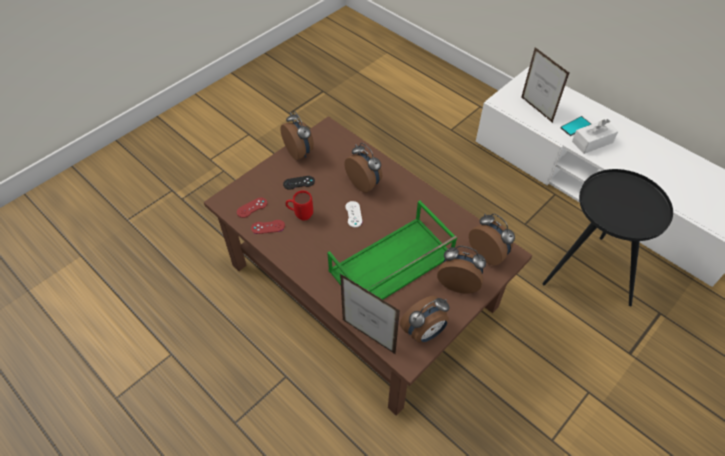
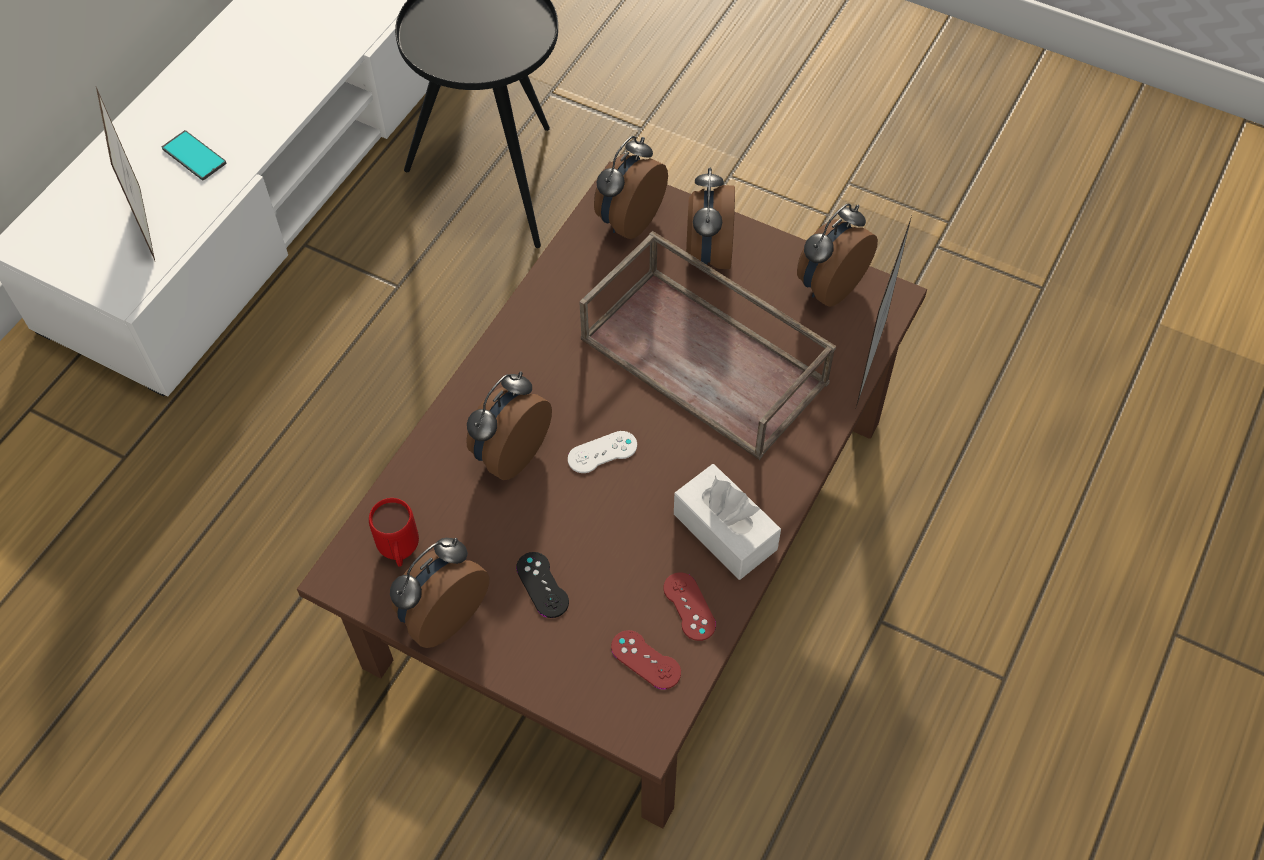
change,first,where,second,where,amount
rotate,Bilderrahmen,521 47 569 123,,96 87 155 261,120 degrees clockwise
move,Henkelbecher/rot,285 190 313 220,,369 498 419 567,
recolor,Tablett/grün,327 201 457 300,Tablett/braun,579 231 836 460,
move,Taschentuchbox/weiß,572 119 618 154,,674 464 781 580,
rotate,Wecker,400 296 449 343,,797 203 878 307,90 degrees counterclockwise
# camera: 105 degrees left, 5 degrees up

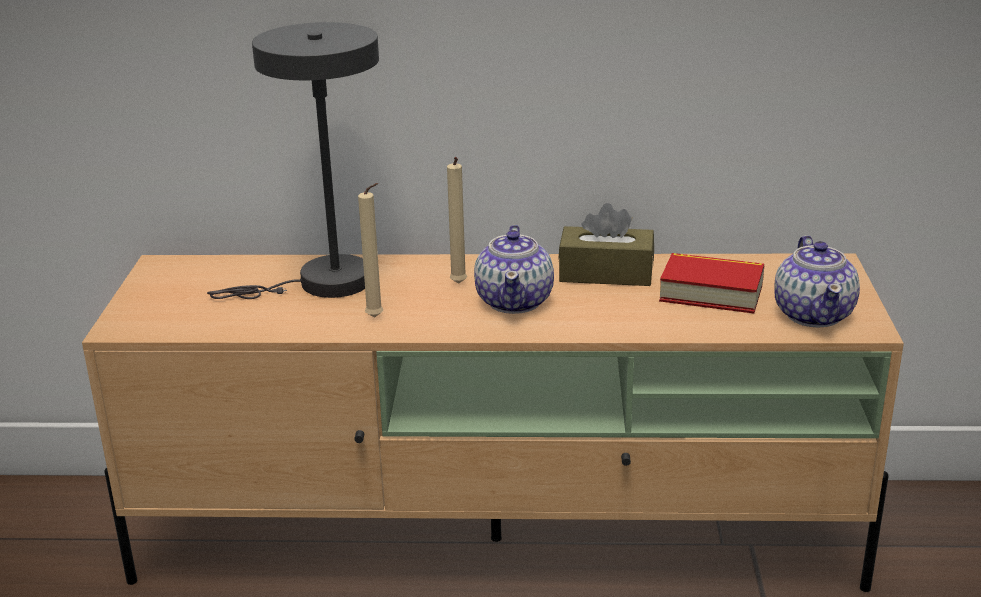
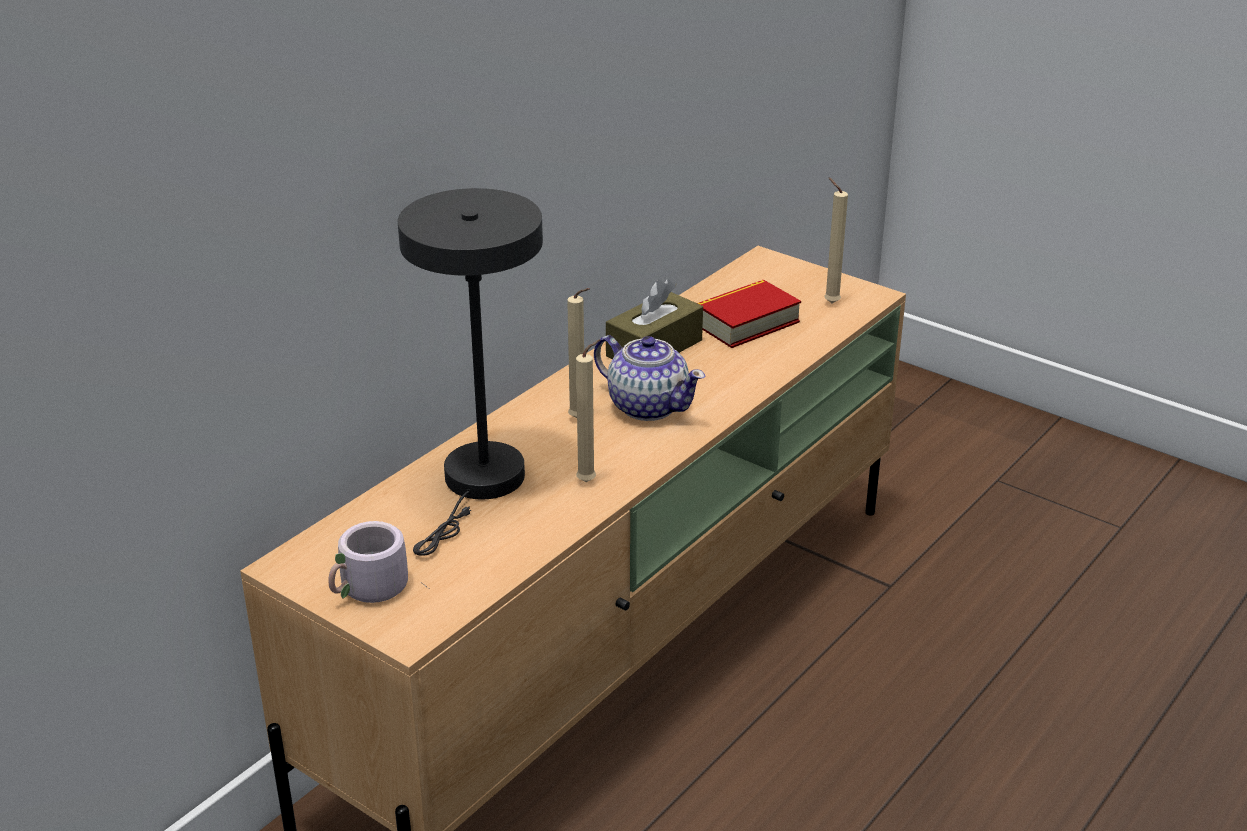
change,first,where,second,where,amount
insert,,,Henkelbecher/grau,328 521 428 603,
replace,Teekanne,774 235 860 327,Kerze/beige,824 178 848 303,
# camera: 55 degrees left, 5 degrees up

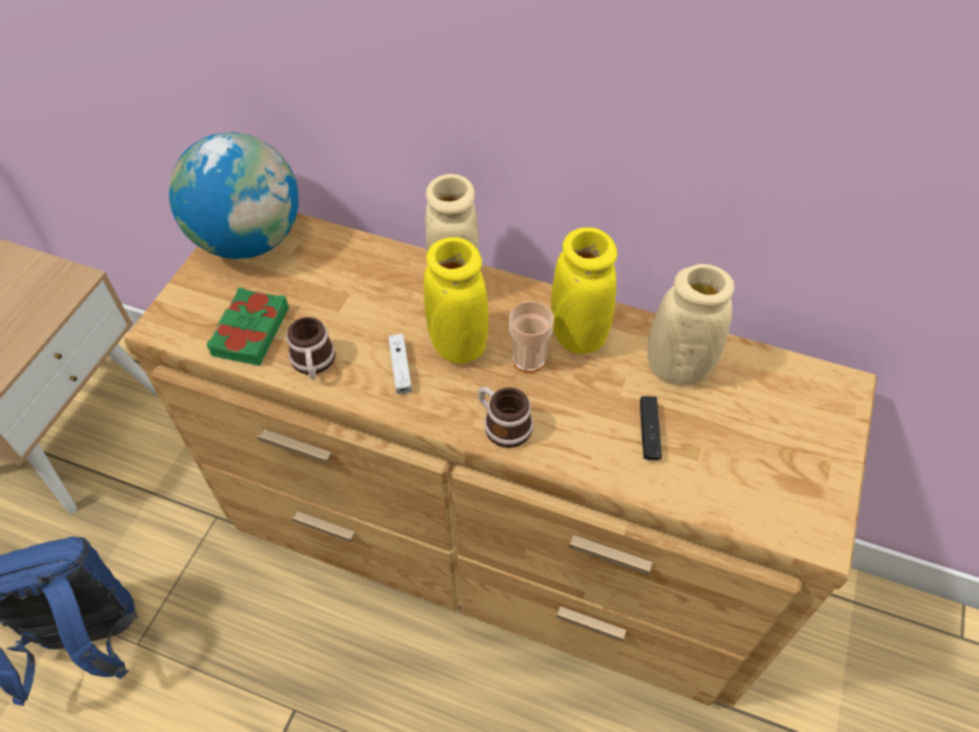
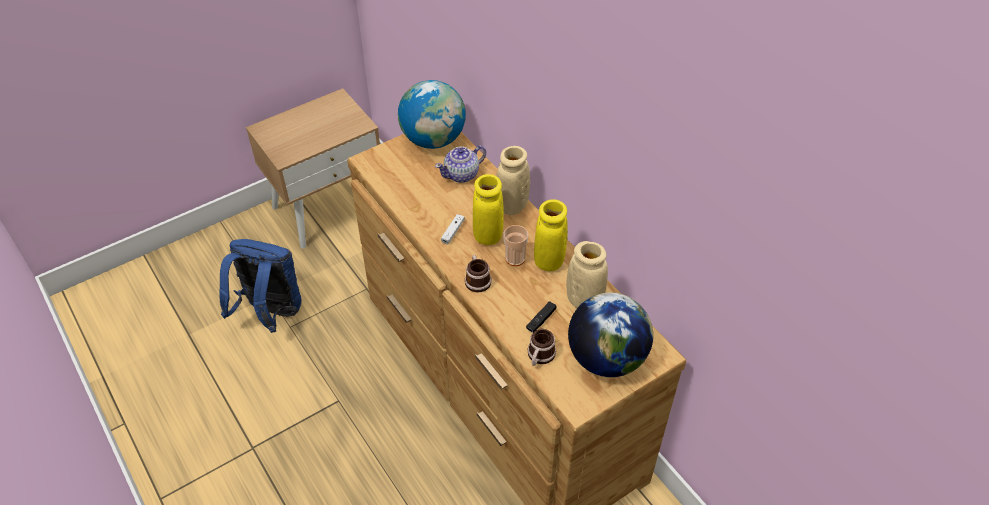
change,first,where,second,where,amount
insert,,,Teekanne,435 145 486 183,
move,Henkelbecher,286 317 336 379,,528 329 556 366,
insert,,,Globus,568 292 653 377,
delete,Buch/grün,206 287 289 366,,,
# camera: 35 degrees right, 5 degrees down

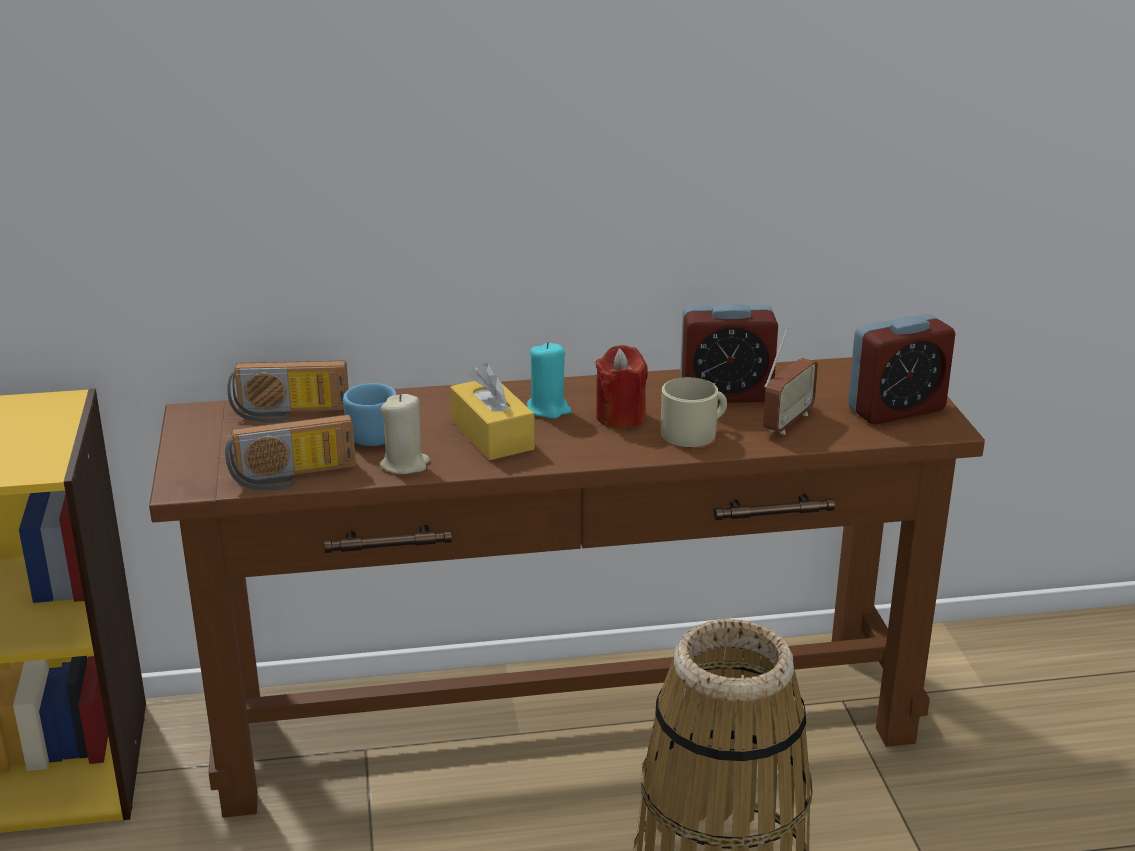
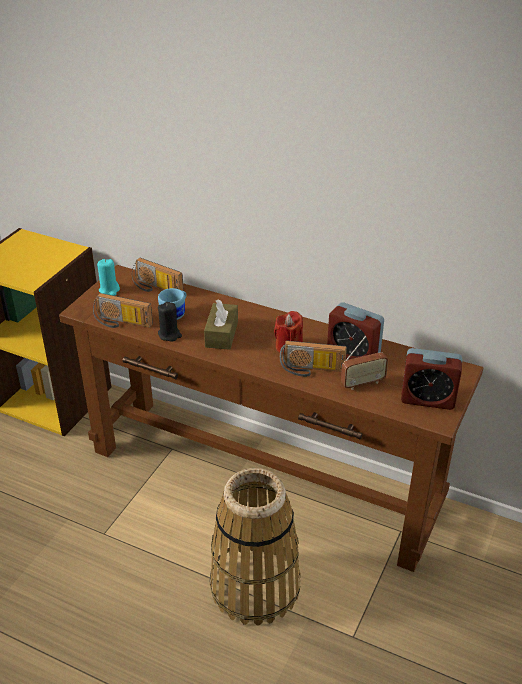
change,first,where,second,where,amount
move,Kerze/türkis,527 342 572 419,,97 259 120 296,
recolor,Kerze/beige,380 394 430 474,Kerze/schwarz,158 302 182 342,
recolor,Taschentuchbox/gelb,450 363 535 460,Taschentuchbox/braun,204 299 238 350,
replace,Henkelbecher/beige,661 377 727 447,Radio,280 341 347 377,
# camera: 35 degrees right, 10 degrees up

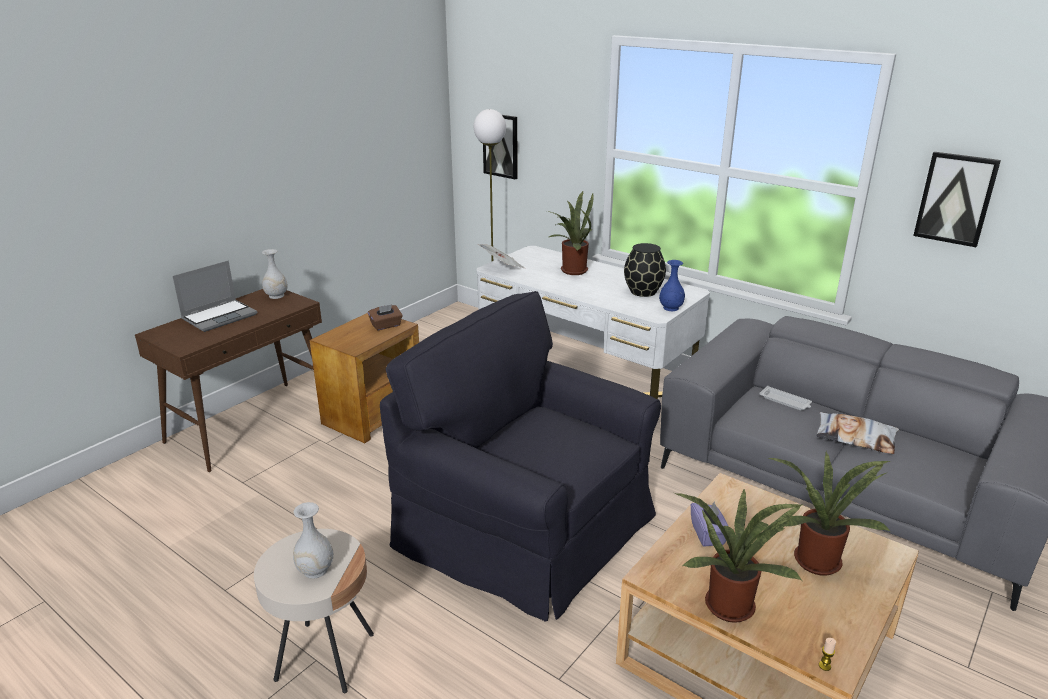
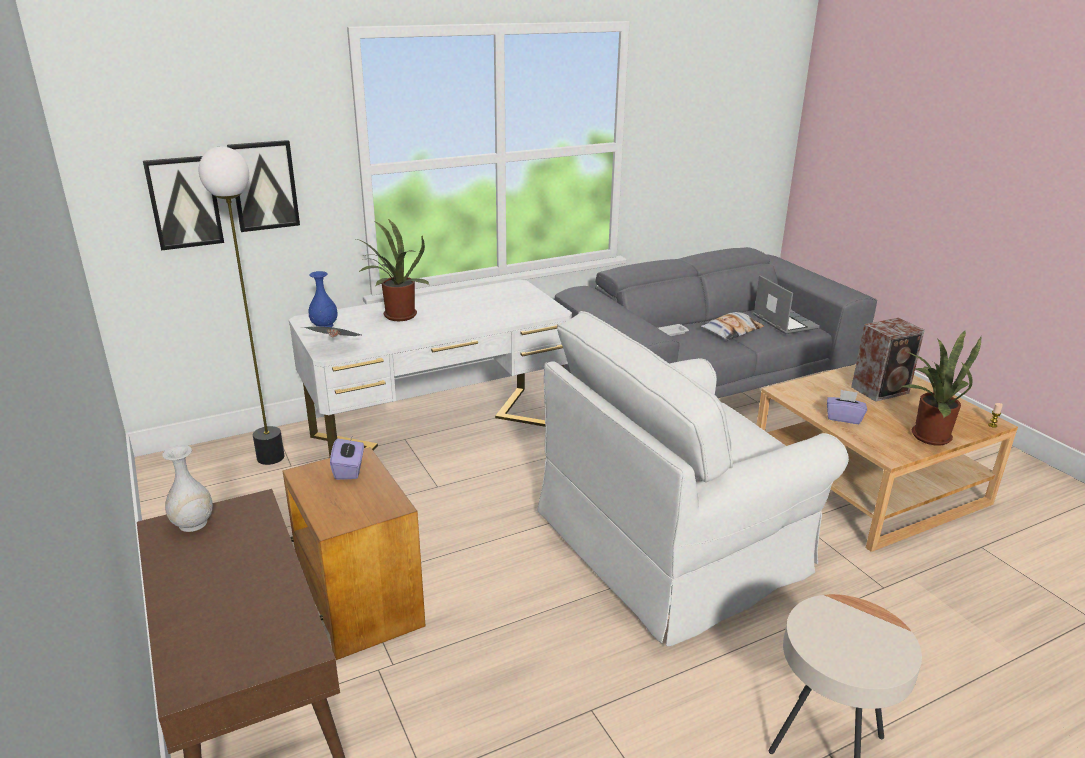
change,first,where,second,where,amount
move,Bild,913 152 1001 247,,227 140 300 232,
move,Vase/blau,659 260 685 311,,309 271 338 327,
recolor,Taschentuchbox/braun,368 305 403 330,Taschentuchbox/lila,330 438 364 480,
recolor,Sessel/schwarz,380 291 661 622,Sessel/weiß,537 311 849 647,
move,Laptop,173 261 257 332,,753 275 820 334,
replace,Topfpflanze,769 451 892 576,Lautsprecher,851 318 925 402,
delete,Vase/weiß,293 502 334 579,,,
delete,Vase/schwarz,624 243 666 297,,,
# camera: 65 degrees left, 0 degrees up

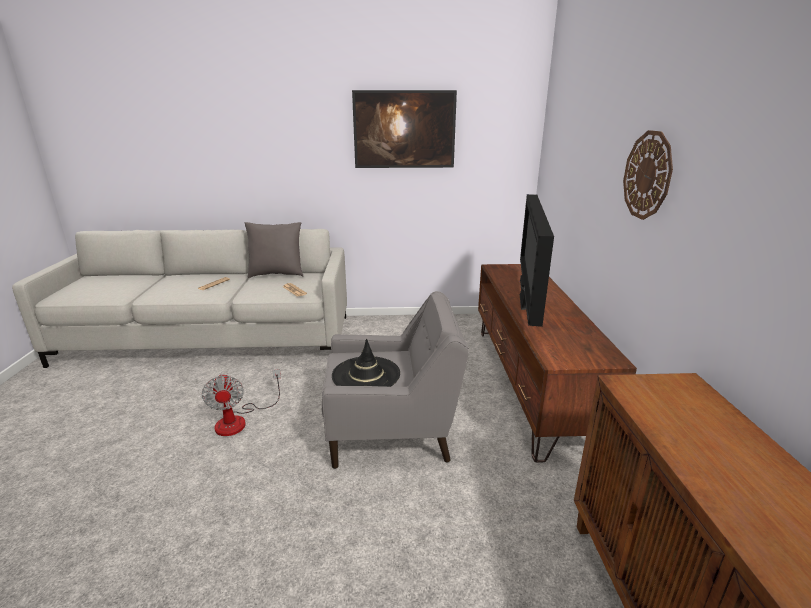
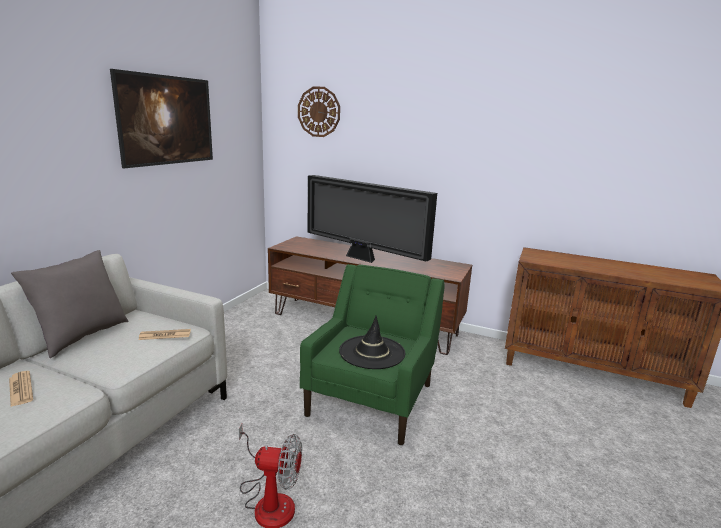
change,first,where,second,where,amount
move,Wanduhr,623 130 673 220,,298 87 340 137,
recolor,Sessel/grau,322 291 469 469,Sessel/grün,300 264 444 445,
# camera: 65 degrees left, 5 degrees down

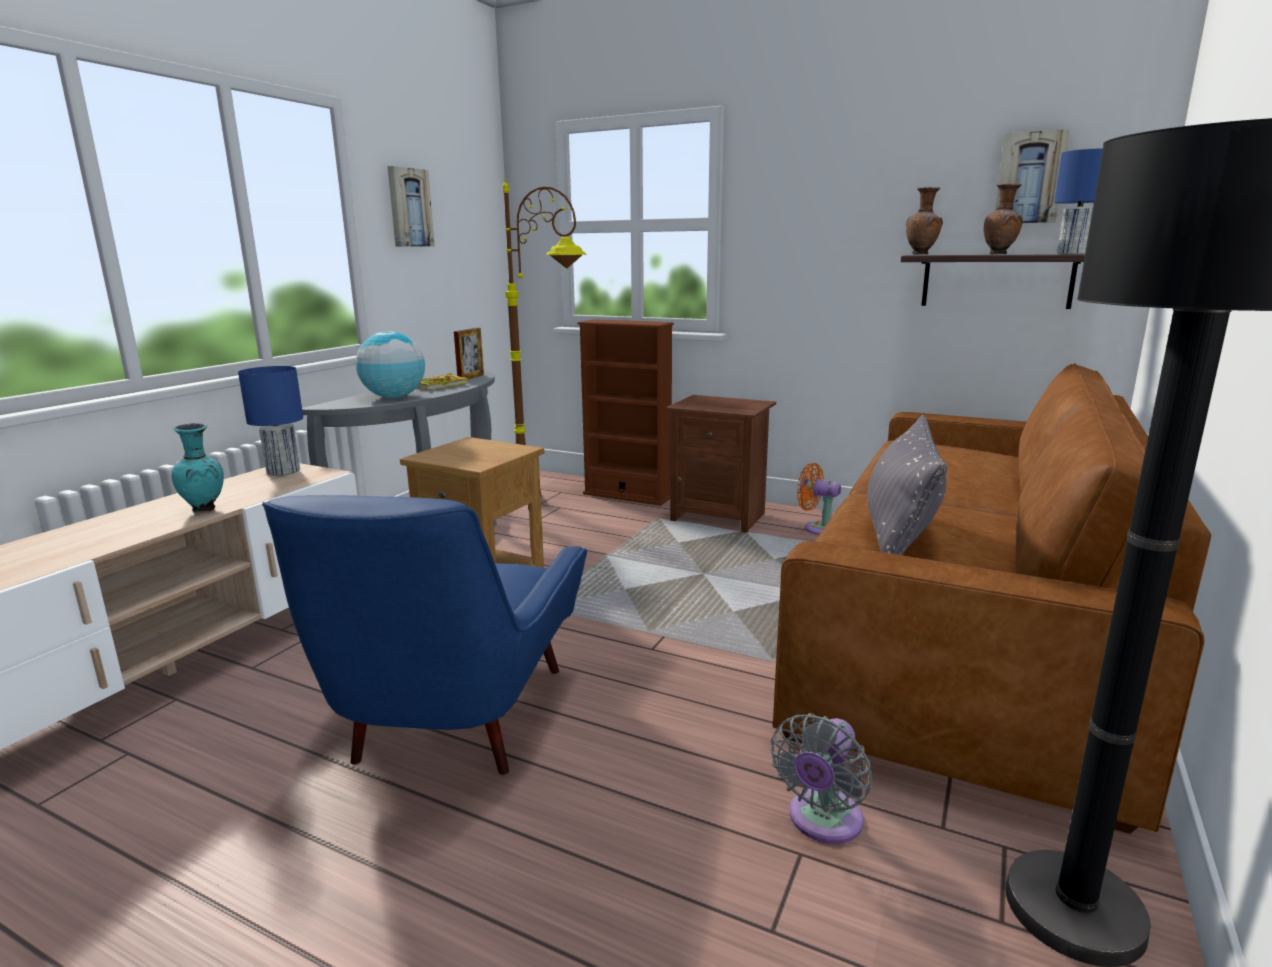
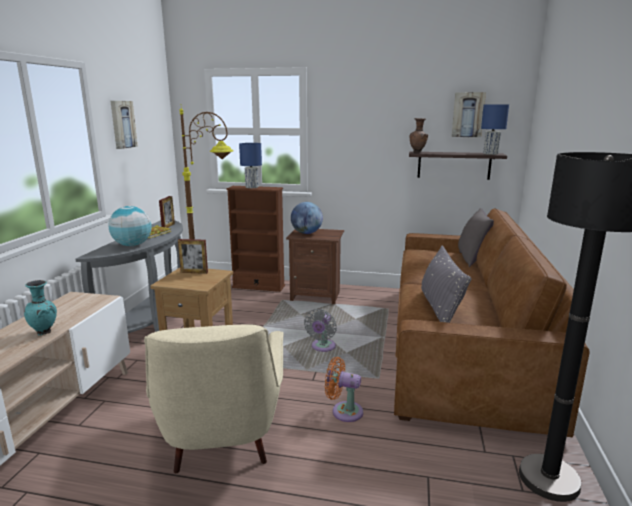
change,first,where,second,where,amount
recolor,Sessel/blau,262 495 587 775,Sessel/beige,144 325 284 473,
insert,,,Bilderrahmen,178 239 208 274,
move,Tischlampe/blau,238 366 303 476,,239 143 262 188,
insert,,,Globus,291 202 323 234,
move,Ventilator/grau,770 713 872 844,,304 309 337 352,
move,Ventilator/orange,797 463 841 535,,325 357 363 422,
insert,,,Kissen/grau,458 208 494 267,
delete,Vase/braun,984 183 1023 255,,,
# camera: 15 degrees left, 0 degrees up

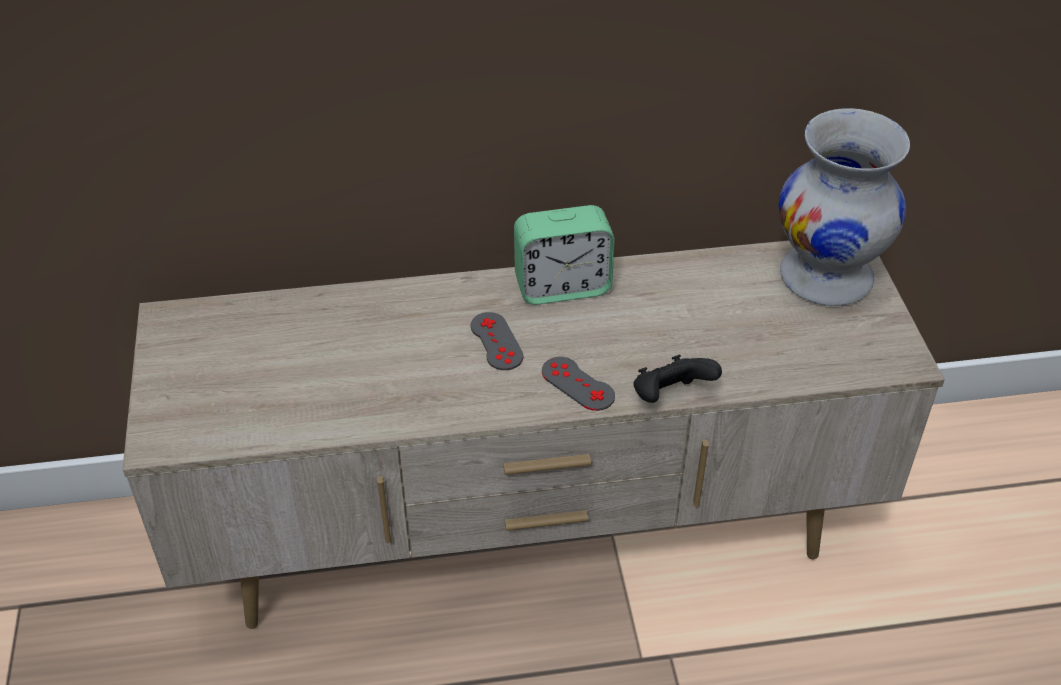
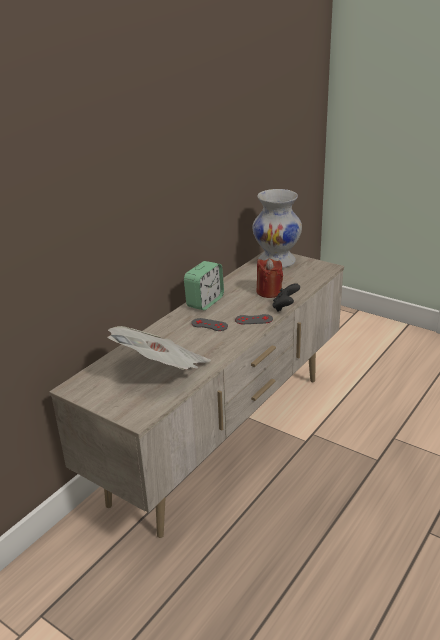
change,first,where,second,where,amount
insert,,,Zeitung,107 326 211 370,
insert,,,Kerze/rot,256 258 283 298,
# camera: 45 degrees left, 15 degrees down

